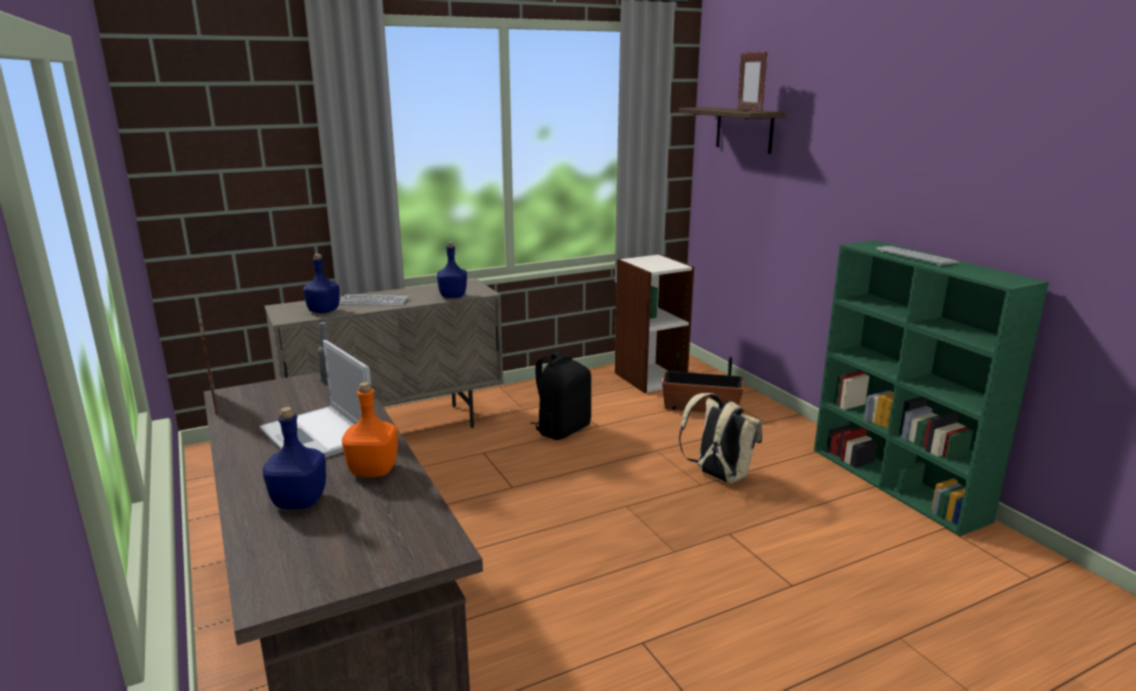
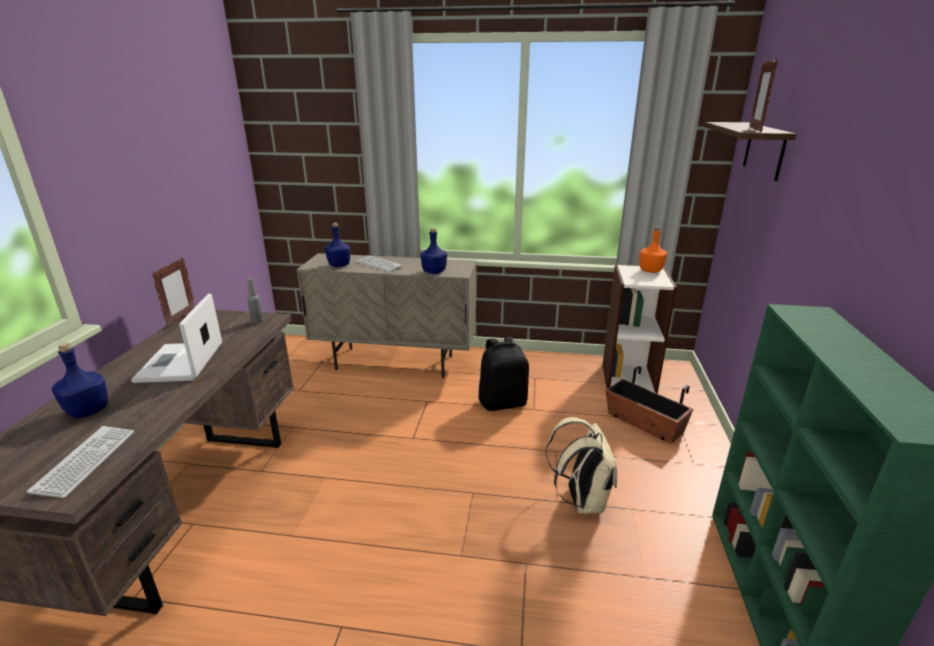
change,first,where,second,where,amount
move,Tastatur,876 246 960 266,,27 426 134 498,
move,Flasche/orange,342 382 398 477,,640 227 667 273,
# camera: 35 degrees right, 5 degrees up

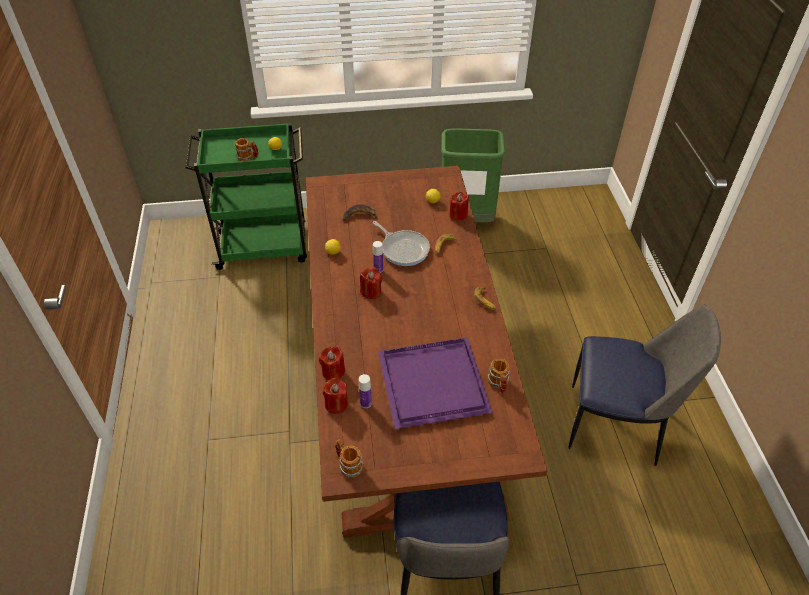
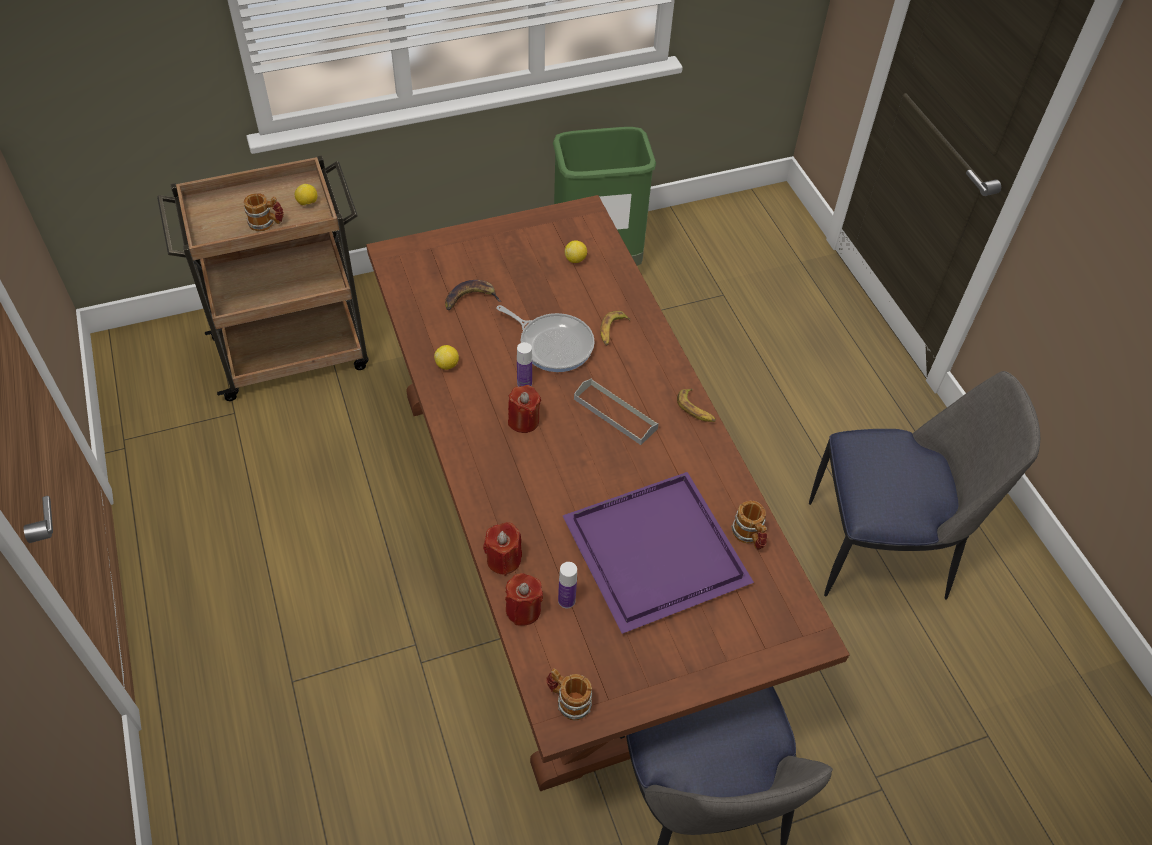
change,first,where,second,where,amount
recolor,Rollwagen/grün,185 123 307 270,Rollwagen/braun,157 155 369 401,
insert,,,Tablett/grau,574 378 659 445,
delete,Kerze/rot,449 192 469 221,,,
# camera: 15 degrees left, 5 degrees up

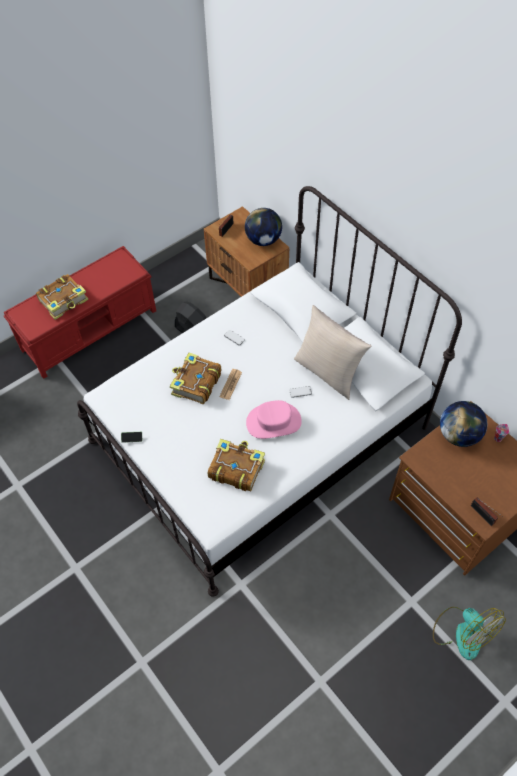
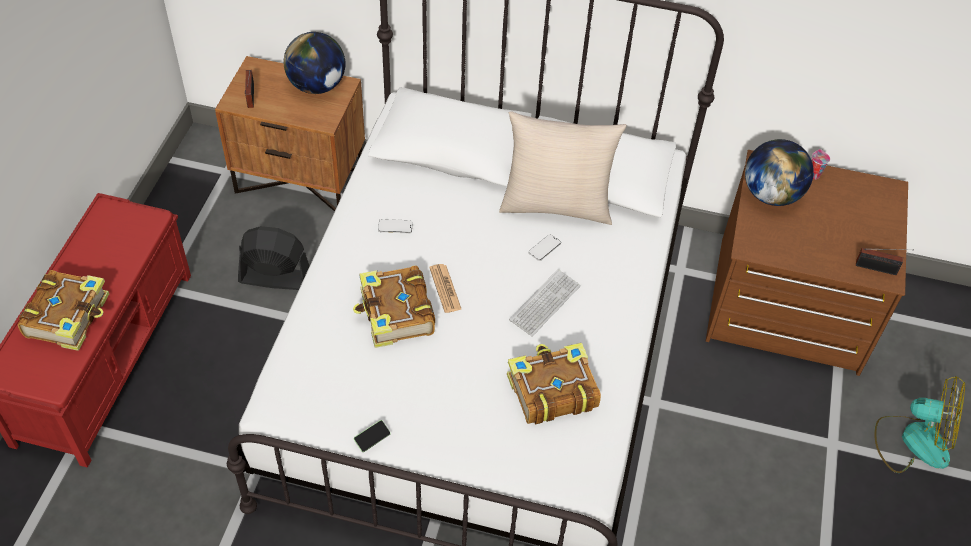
change,first,where,second,where,amount
replace,Hut/rosa,246 400 302 439,Tastatur,509 269 581 336,
# camera: 40 degrees left, 5 degrees down

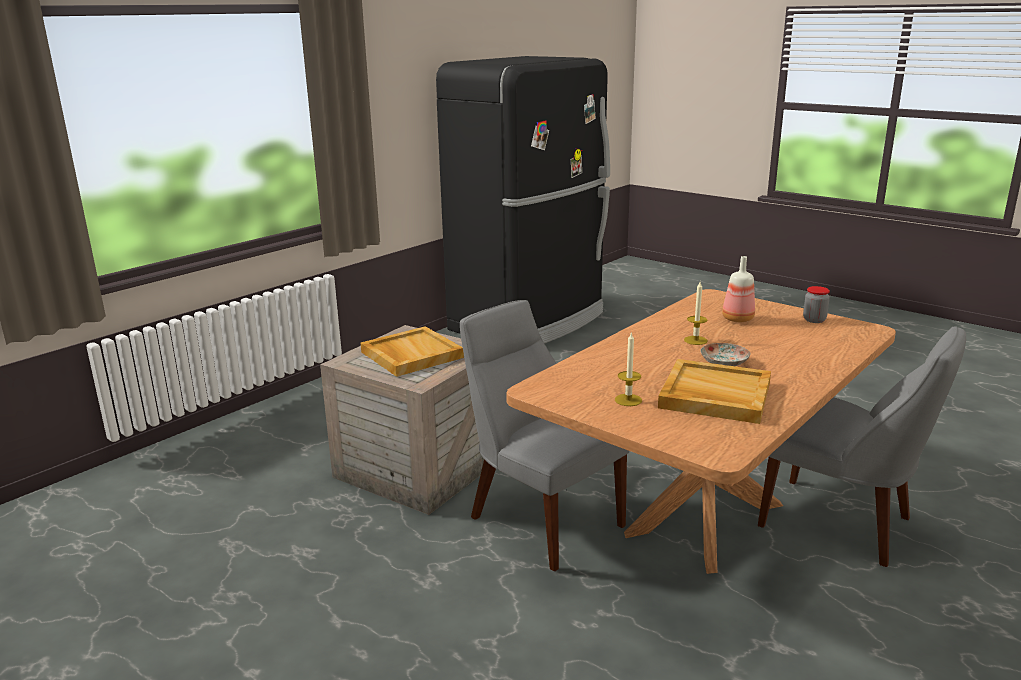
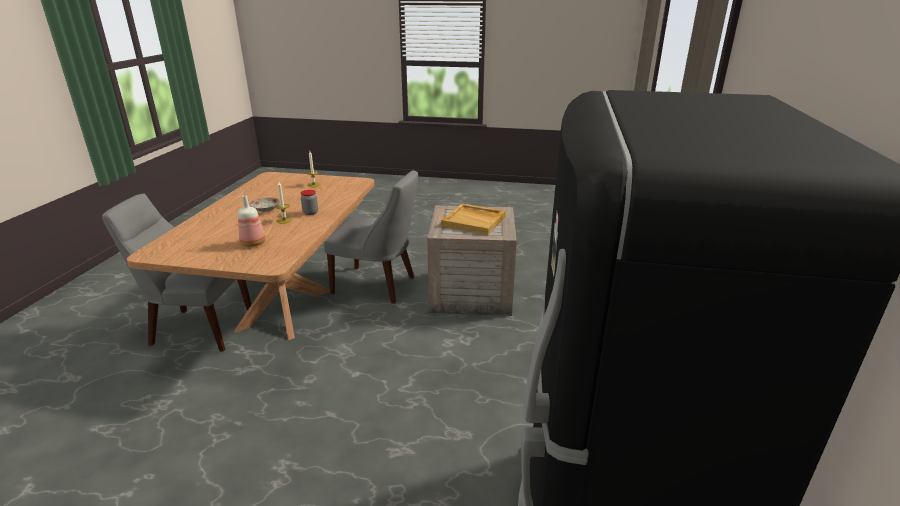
change,first,where,second,where,amount
move,Vorratsglas,803 286 830 323,,301 190 318 215,
delete,Tablett/beige,658 359 771 424,,,
# camera: 150 degrees right, 5 degrees up

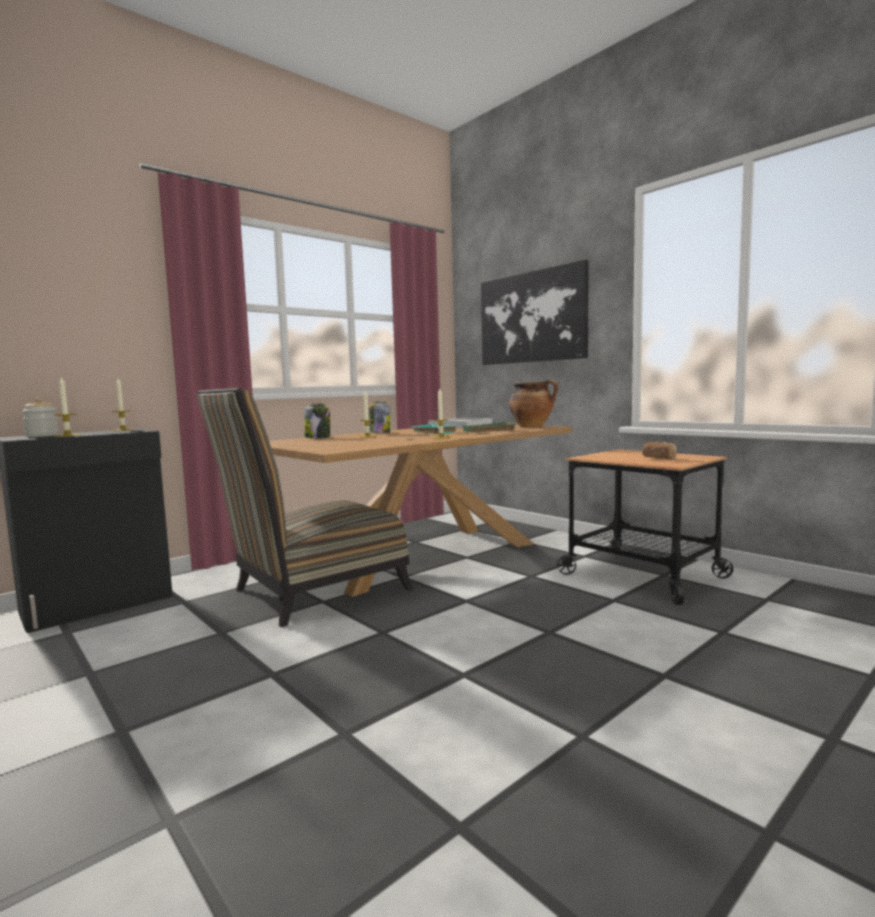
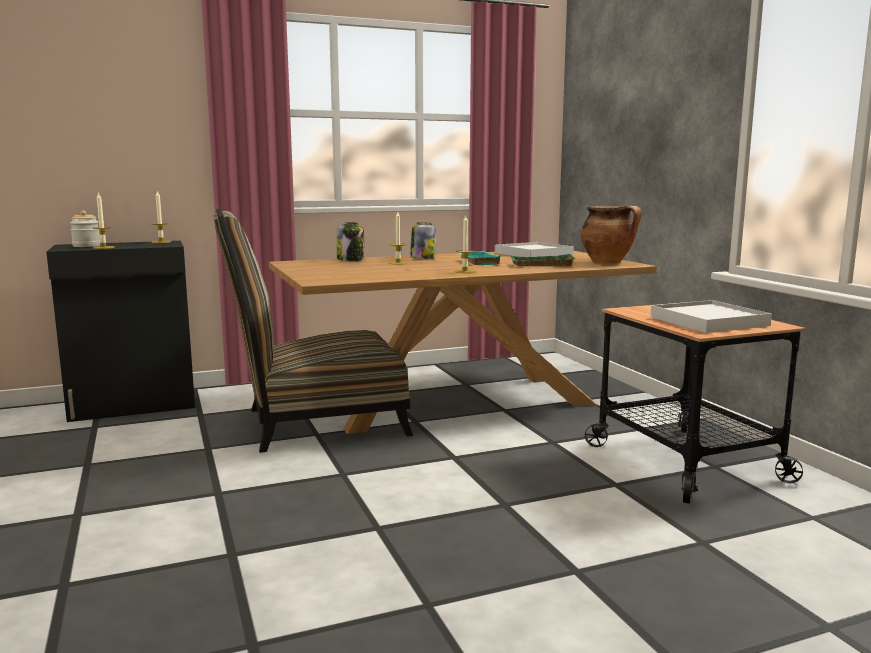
change,first,where,second,where,amount
replace,Brot,642 442 677 459,Tablett/weiß,650 300 772 333,
delete,Bild,481 260 589 365,,,
# camera: 20 degrees right, 5 degrees up

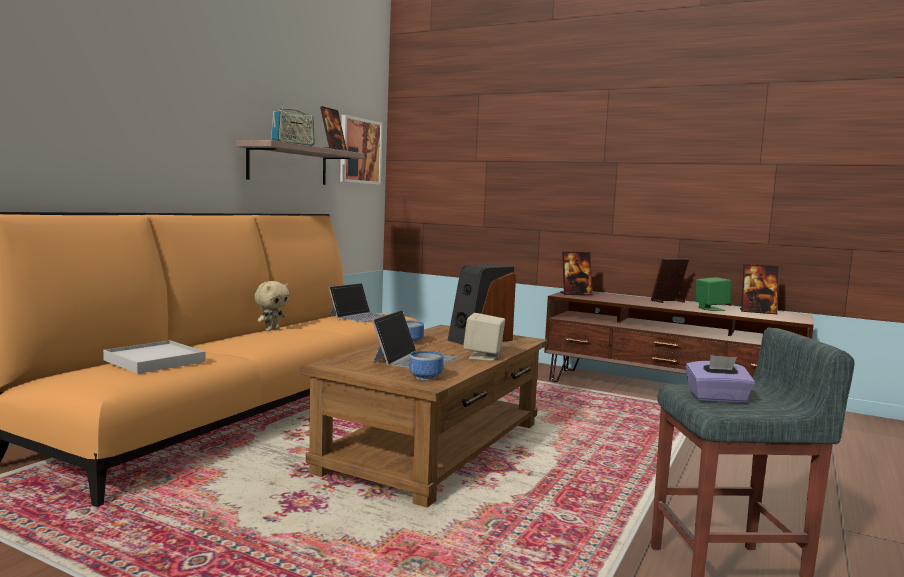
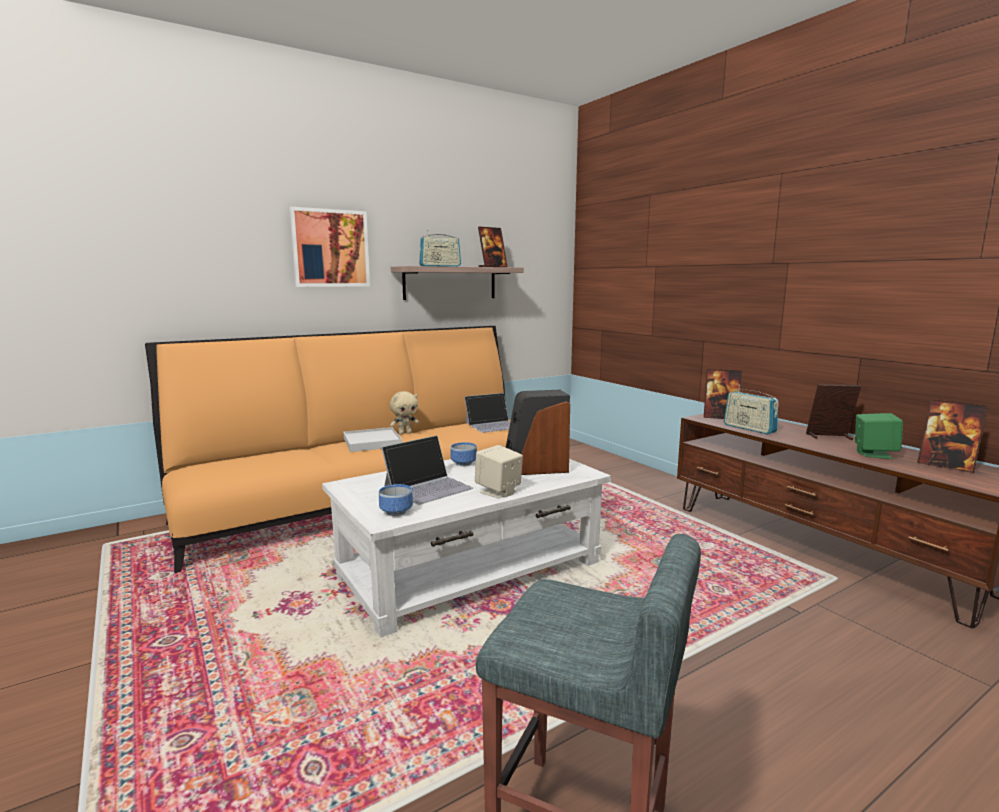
change,first,where,second,where,amount
move,Bild,340 115 383 185,,289 207 370 287,
recolor,Couchtisch/braun,300 325 548 508,Couchtisch/weiß,322 459 611 637,
move,Tablett/weiß,103 340 205 374,,344 427 402 452,
insert,,,Radio,724 385 779 435,
delete,Taschentuchbox/lila,686 355 755 403,,,
# camera: 30 degrees right, 5 degrees up

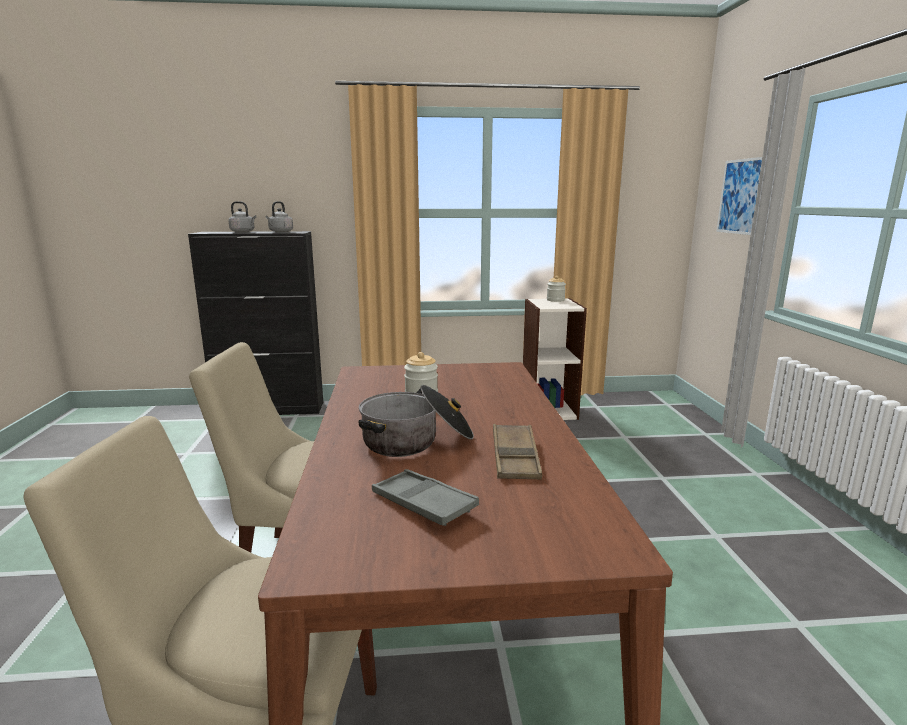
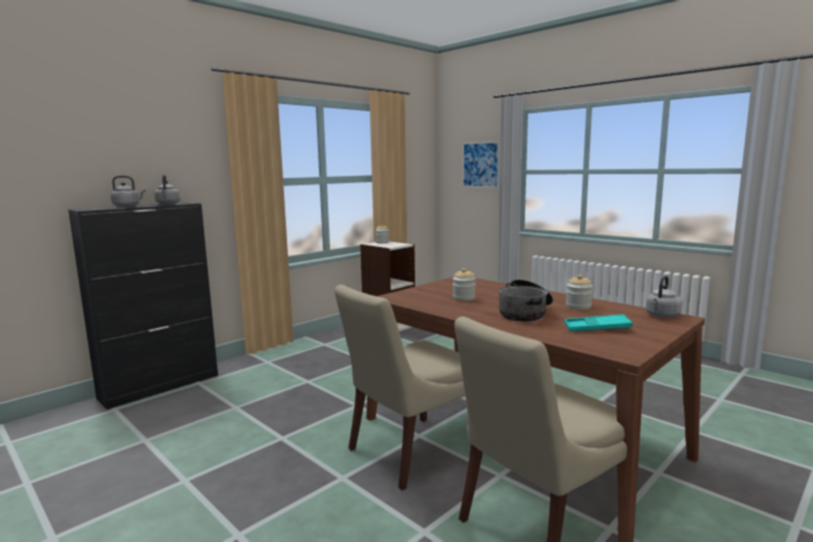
change,first,where,second,where,amount
recolor,Tablett/grau,372 469 479 526,Tablett/türkis,564 314 633 331,
replace,Tablett/braun,493 424 542 480,Vorratsglas,566 274 593 310,
insert,,,Wasserkessel/grau,646 275 682 318,
# camera: 40 degrees left, 5 degrees down

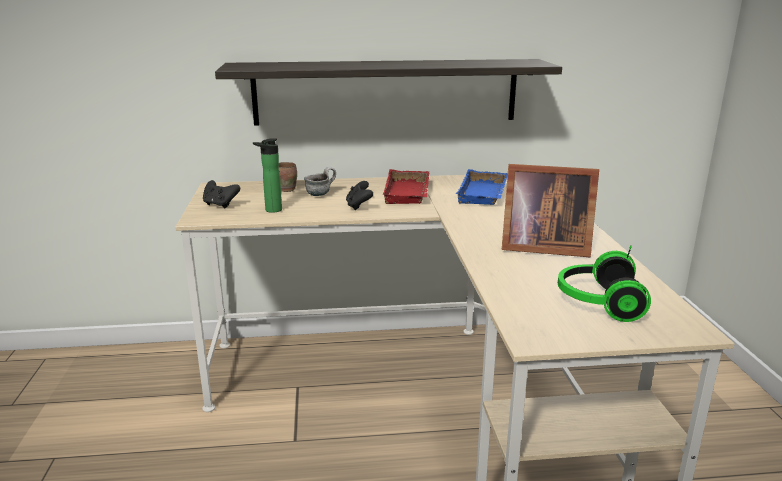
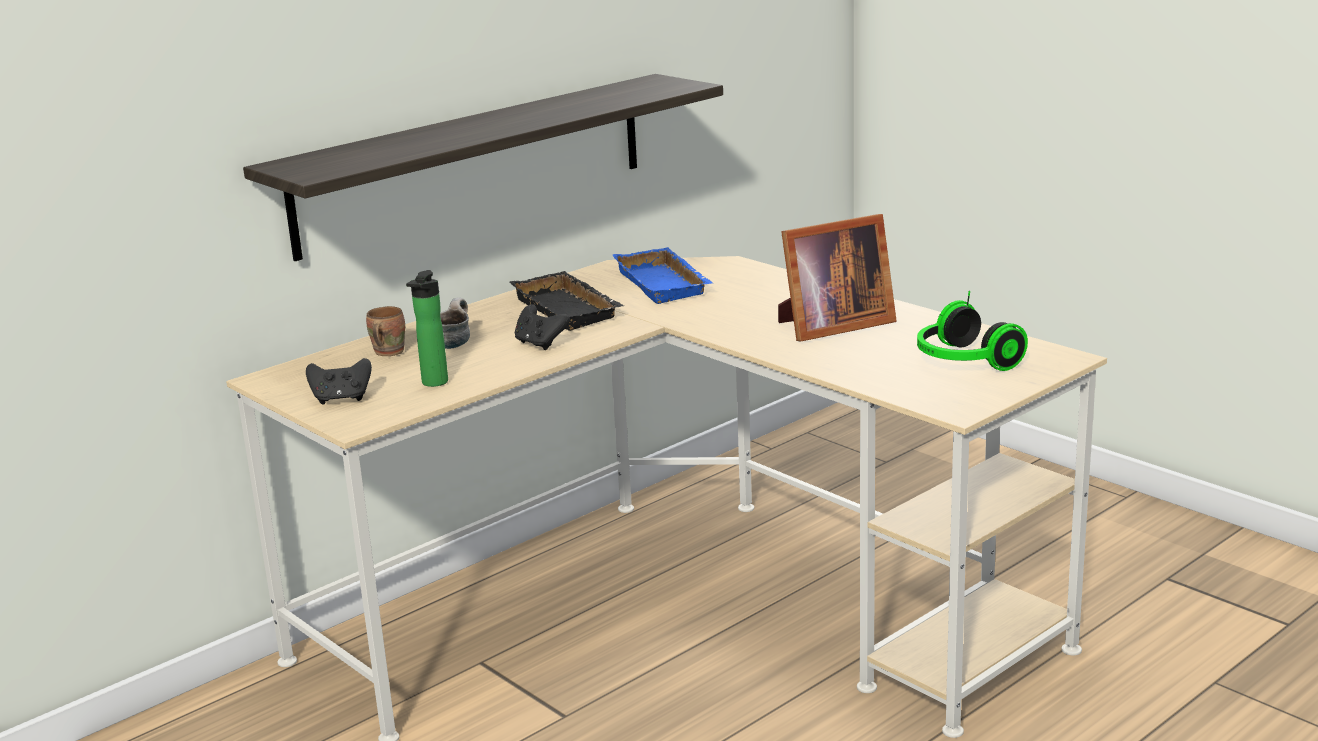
change,first,where,second,where,amount
recolor,Tablett/rot,382 169 430 204,Tablett/schwarz,510 271 624 331,
# camera: 35 degrees left, 0 degrees up

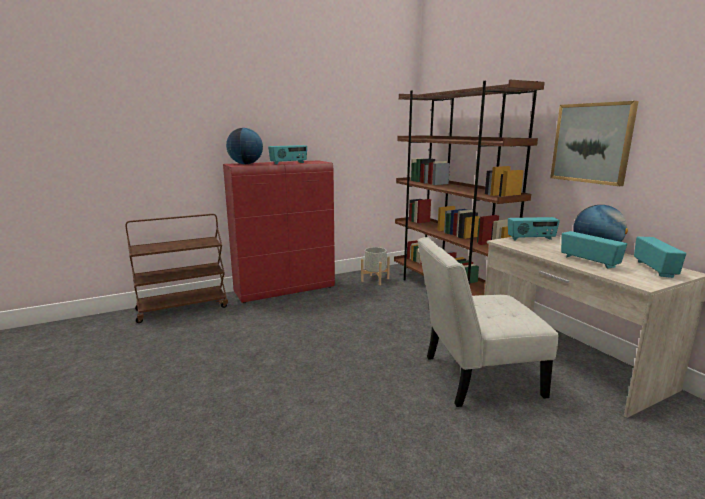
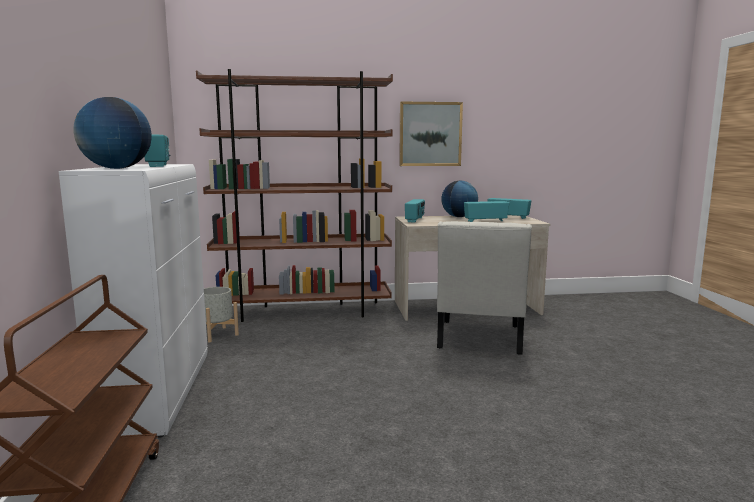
change,first,where,second,where,amount
recolor,Schrank/rot,223 160 335 303,Schrank/weiß,59 164 208 438,
# camera: 70 degrees left, 5 degrees down

